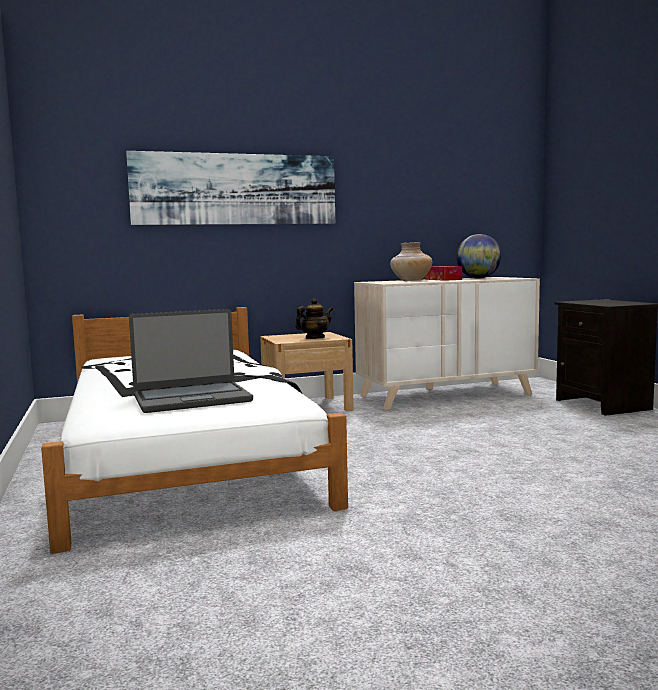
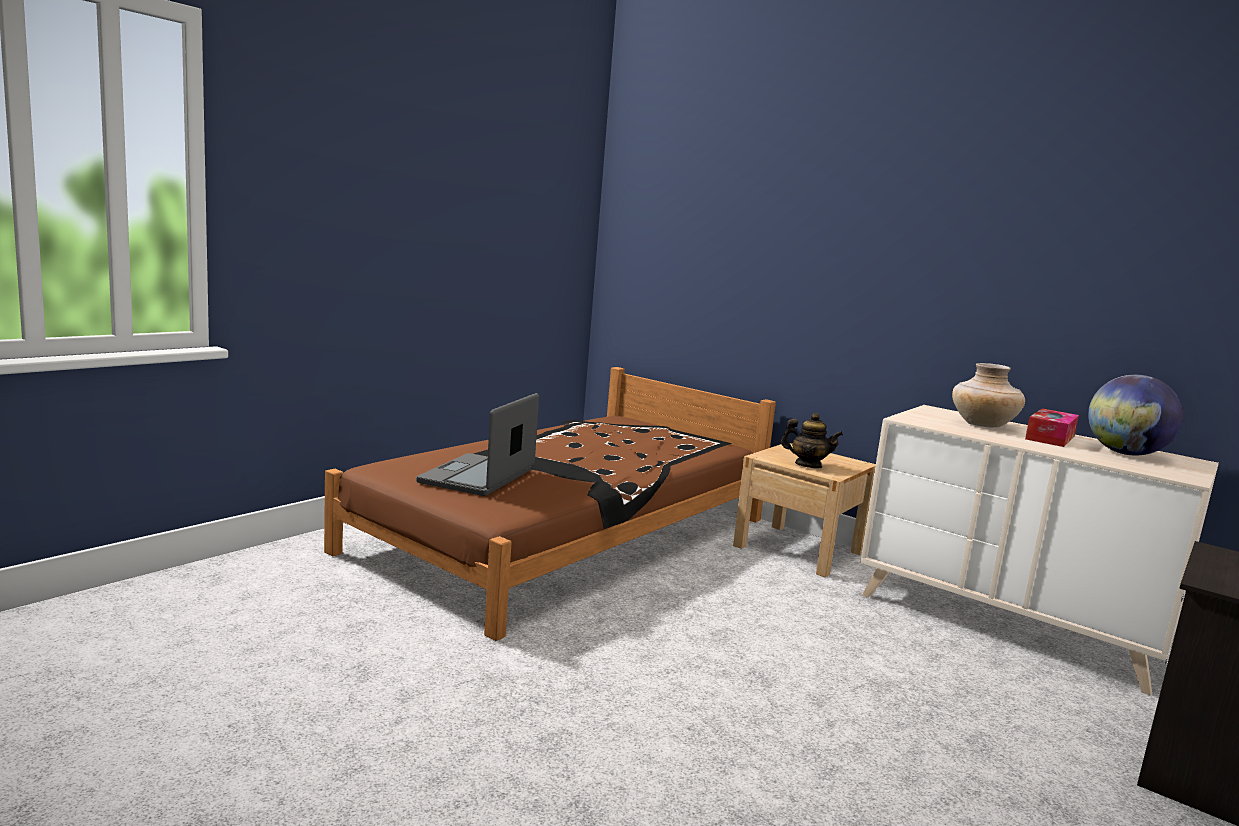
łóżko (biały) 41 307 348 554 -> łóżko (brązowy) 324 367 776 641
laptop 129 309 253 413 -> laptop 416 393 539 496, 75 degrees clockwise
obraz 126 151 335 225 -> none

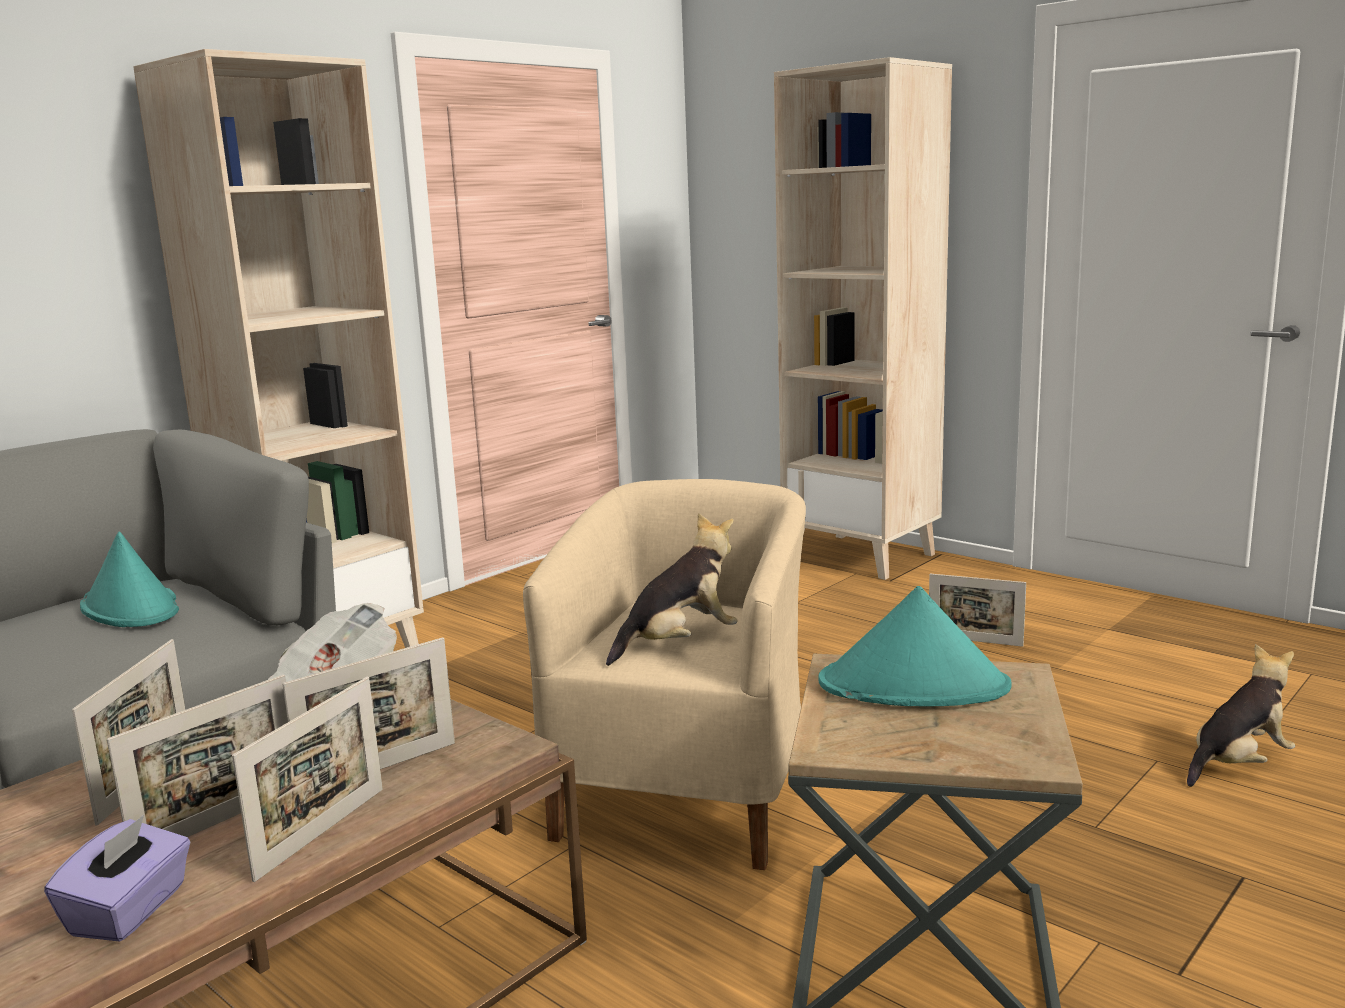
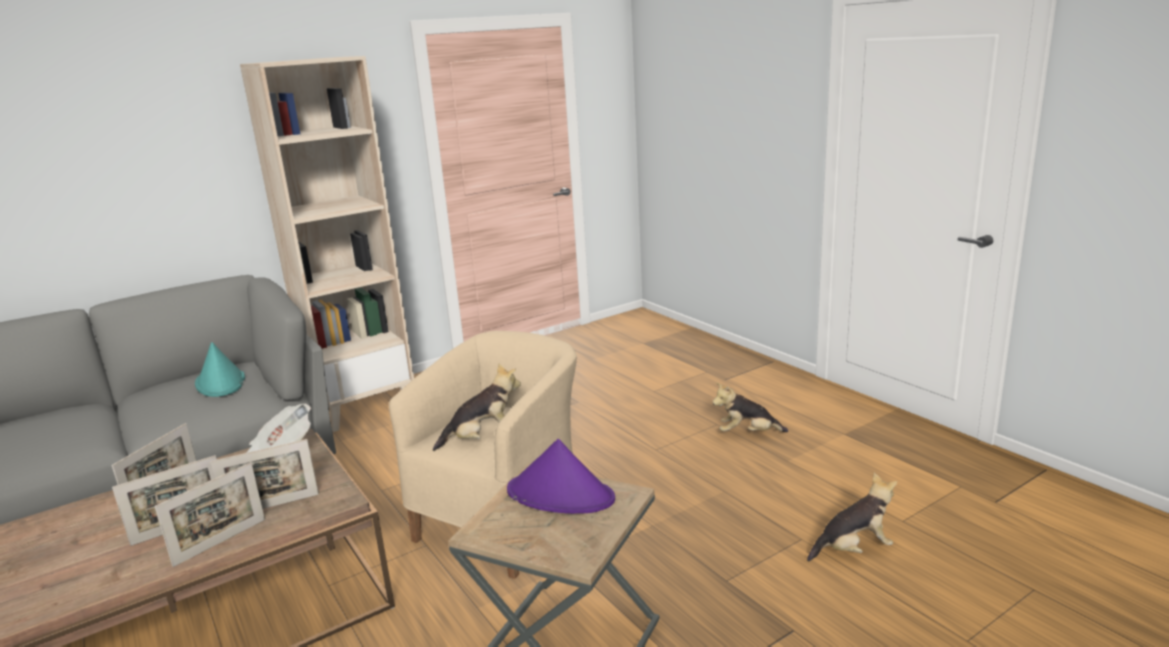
kapelusz (turkusowy) 818 586 1012 706 -> kapelusz (fioletowy) 507 439 615 514
ramka na zdjęcie 929 574 1026 647 -> pluszak 712 382 788 432
pudełko chusteczek (fioletowy) 44 815 190 942 -> none
regał (beżowy) 774 57 952 580 -> none

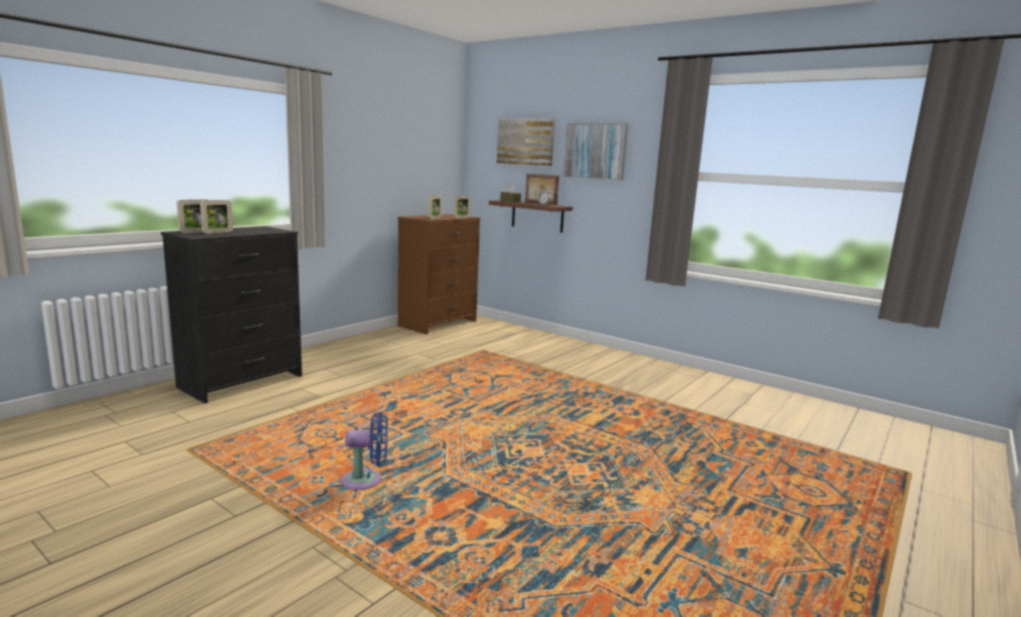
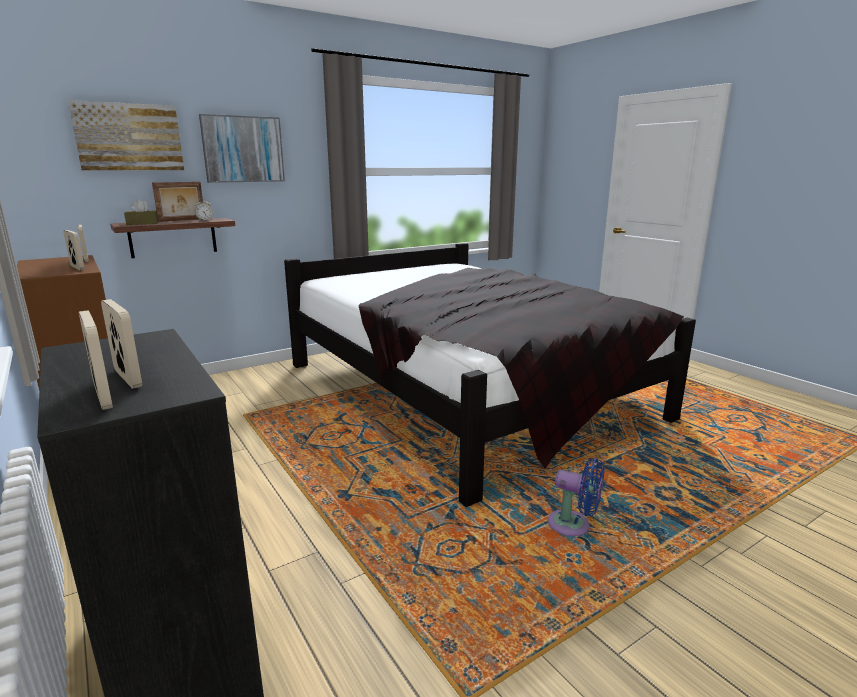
none -> łóżko (czarny) 284 243 696 507
wentylator (niebieski) 342 412 388 490 -> wentylator (niebieski) 548 458 604 536, 105 degrees clockwise

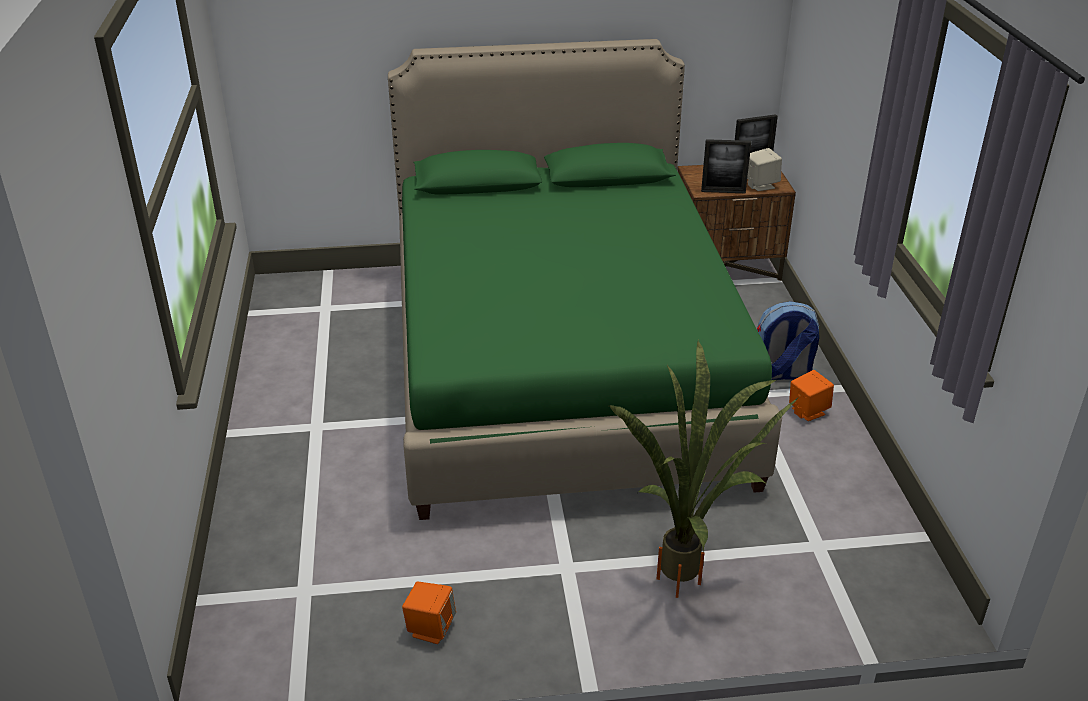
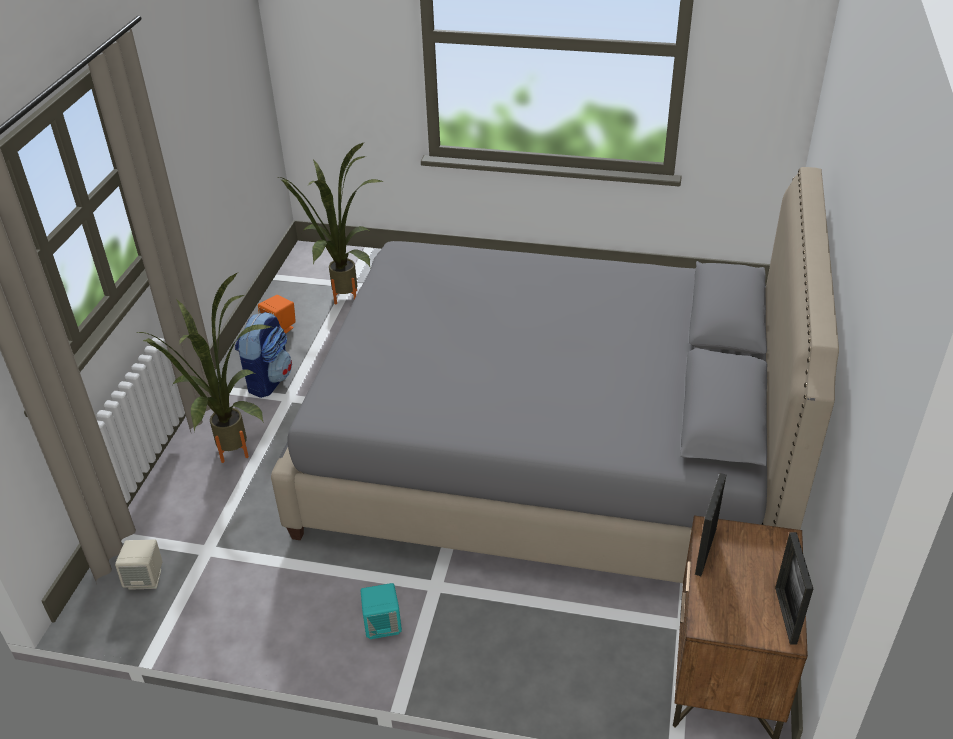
głośnik (beżowy) 747 148 782 191 -> głośnik (beżowy) 115 539 162 590, shifted
plecak 757 301 819 380 -> plecak 235 312 292 398, shifted
łóżko (zielony) 388 39 782 520 -> łóżko (szary) 271 167 839 583
none -> roślina doniczkowa 279 143 384 305
głośnik (pomarańczowy) 789 370 834 421 -> głośnik (turkusowy) 361 583 402 639

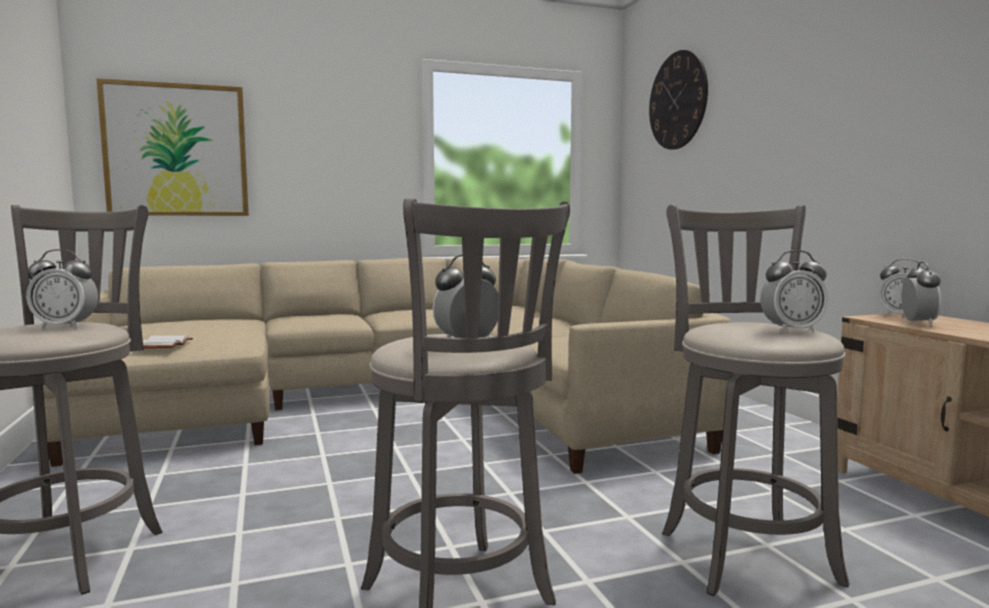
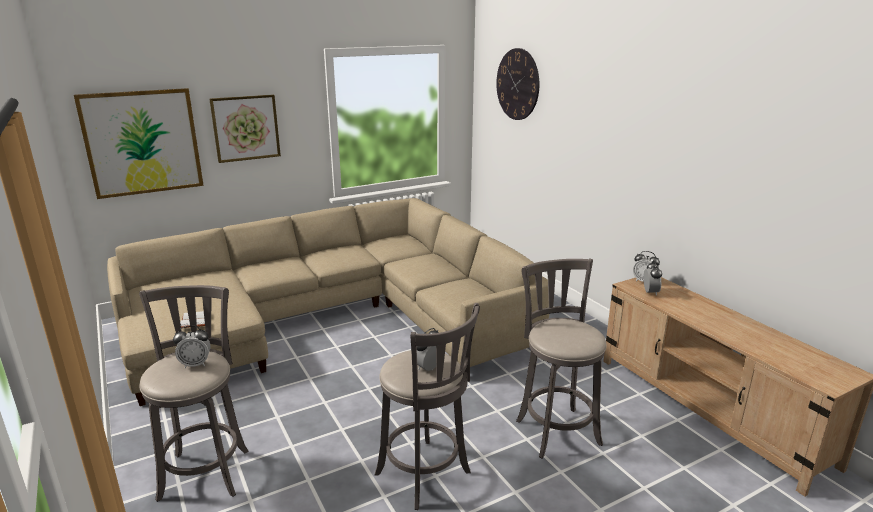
none -> obraz 209 94 281 163
budzik 760 250 828 333 -> none

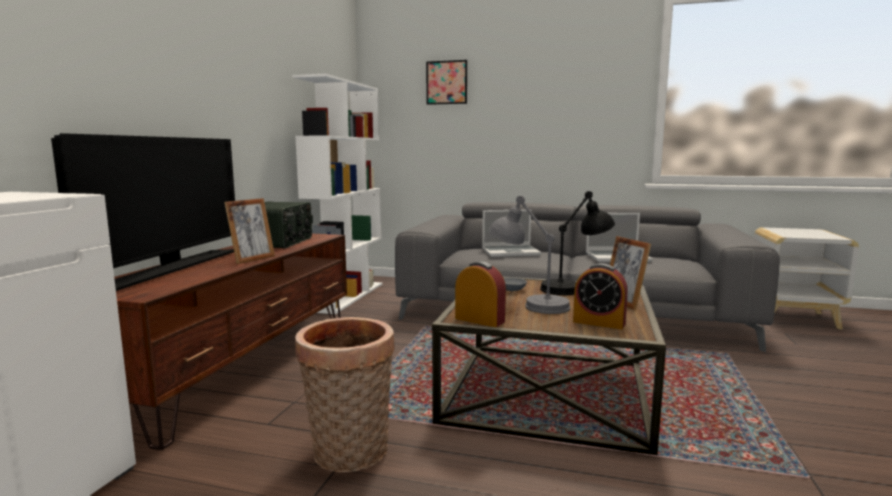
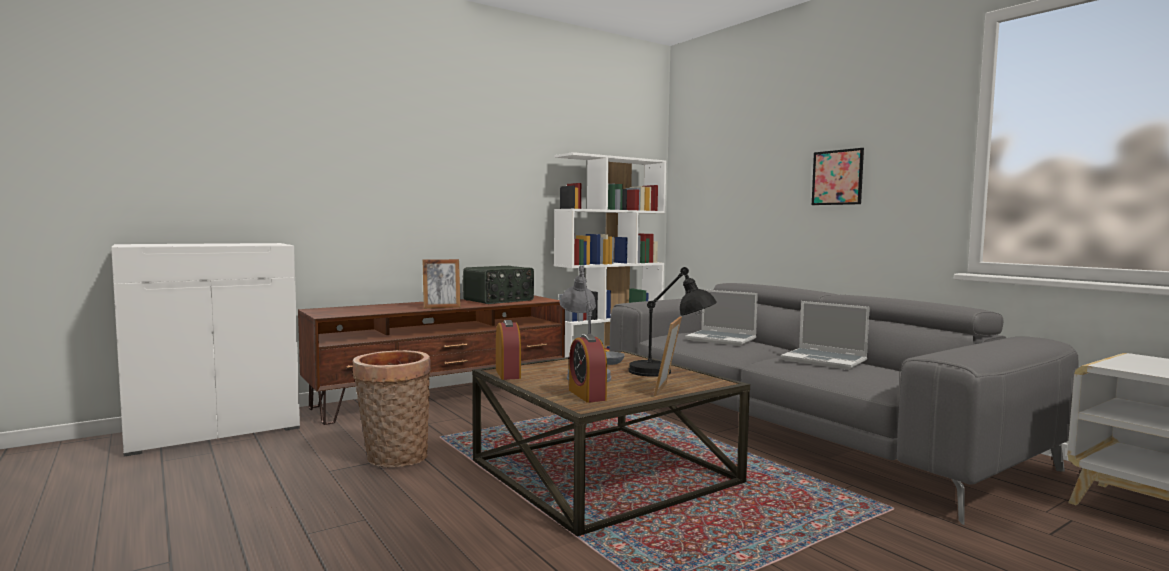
obraz 426 60 467 105 -> obraz 812 148 864 205, shifted
telewizor 51 133 235 291 -> none

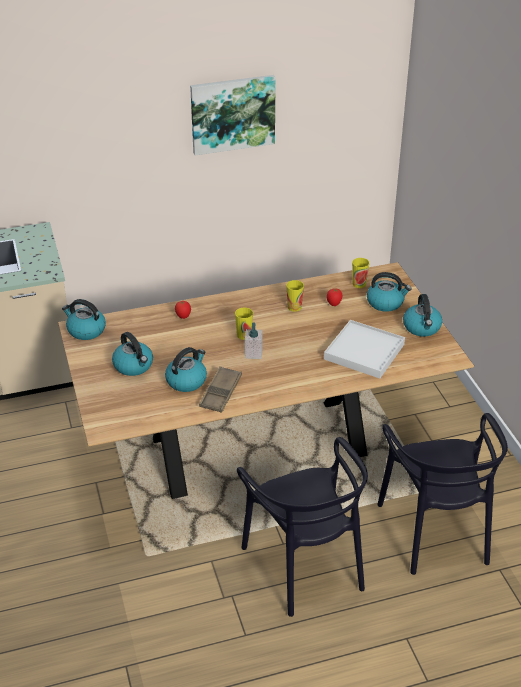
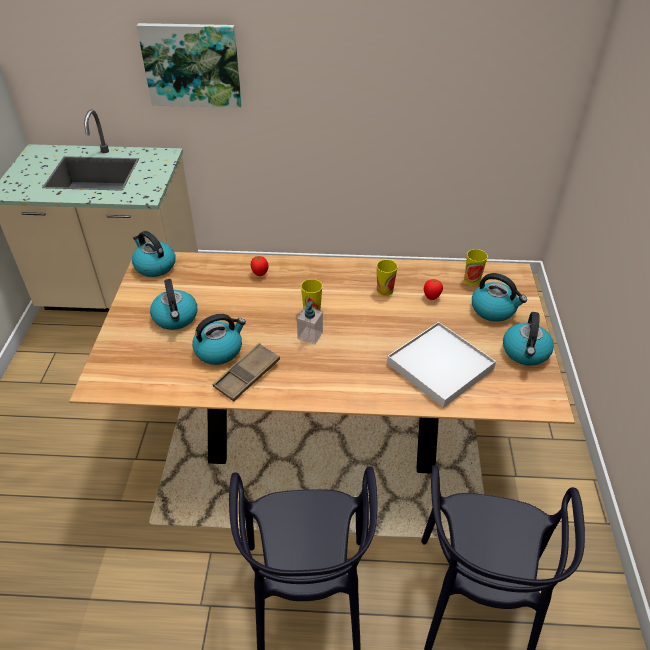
obraz 190 75 276 155 -> obraz 137 23 242 108, shifted

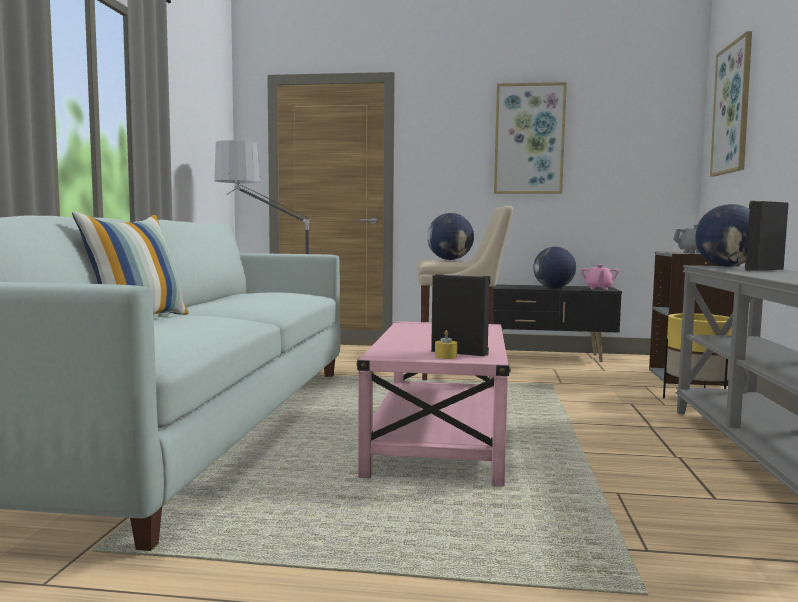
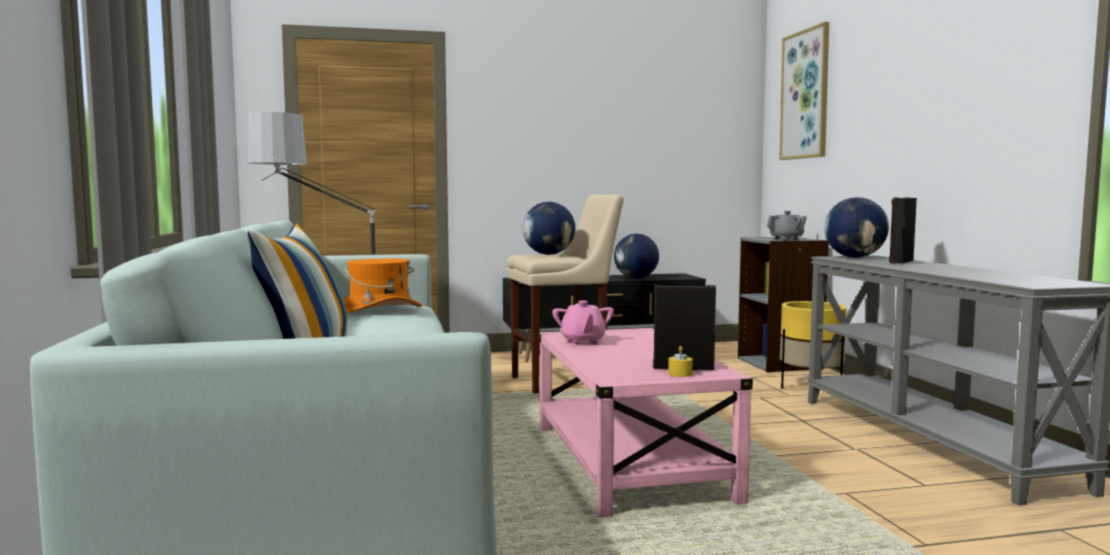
none -> kapelusz (pomarańczowy) 343 258 422 313
imbryk (różowy) 581 264 619 290 -> imbryk (różowy) 552 301 614 345, shifted
obraz 494 82 567 194 -> none

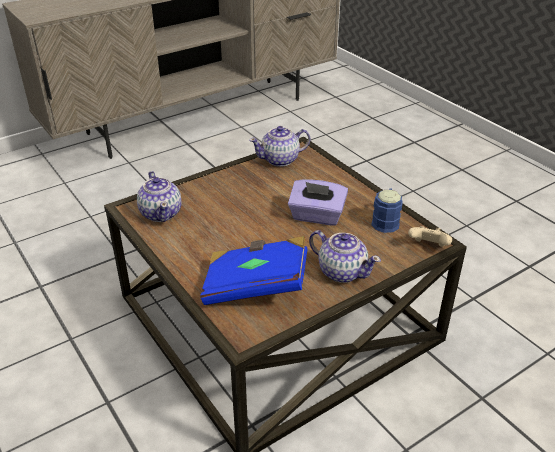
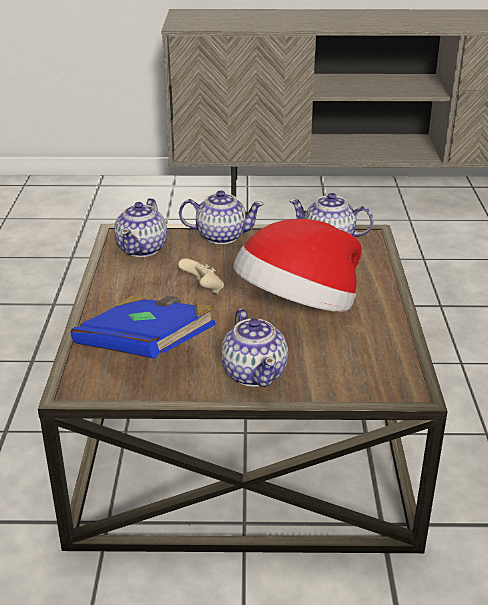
pad do gier (beżowy) 408 226 452 247 -> pad do gier (beżowy) 178 258 224 294, shifted
none -> imbryk 179 190 264 244
pudełko chusteczek (fioletowy) 288 179 348 226 -> kapelusz 233 219 362 312
kubek (niebieski) 371 188 403 233 -> none

